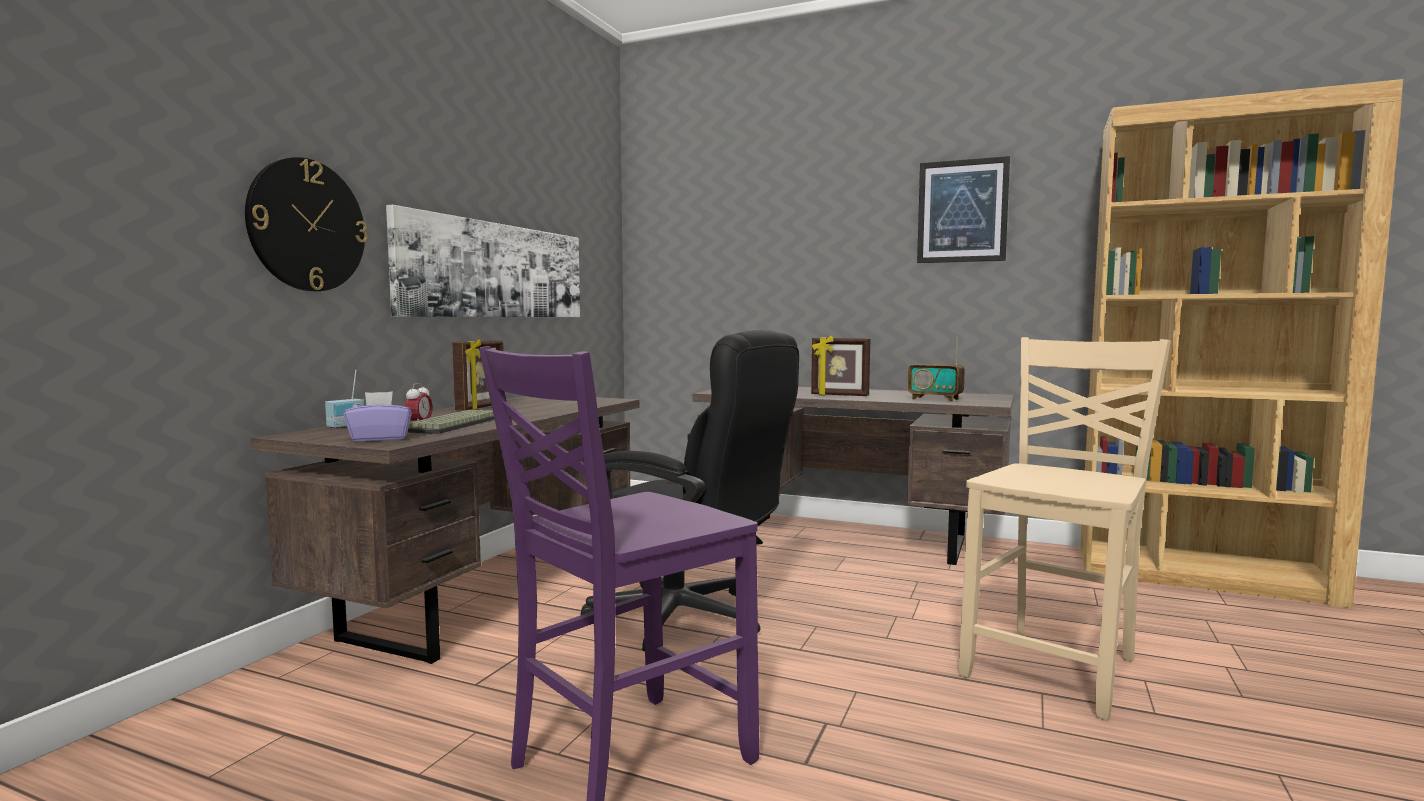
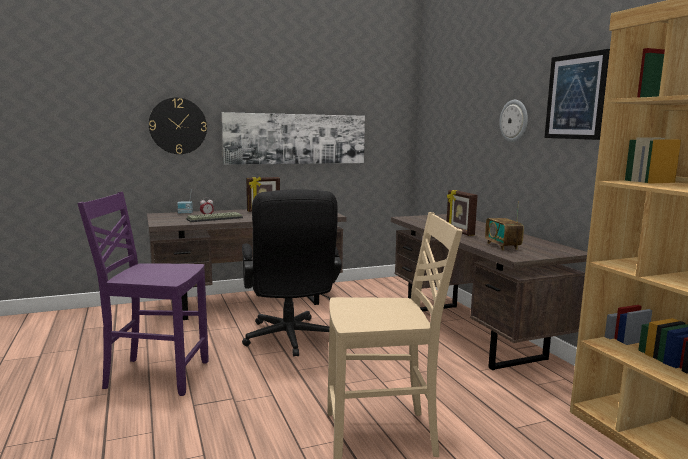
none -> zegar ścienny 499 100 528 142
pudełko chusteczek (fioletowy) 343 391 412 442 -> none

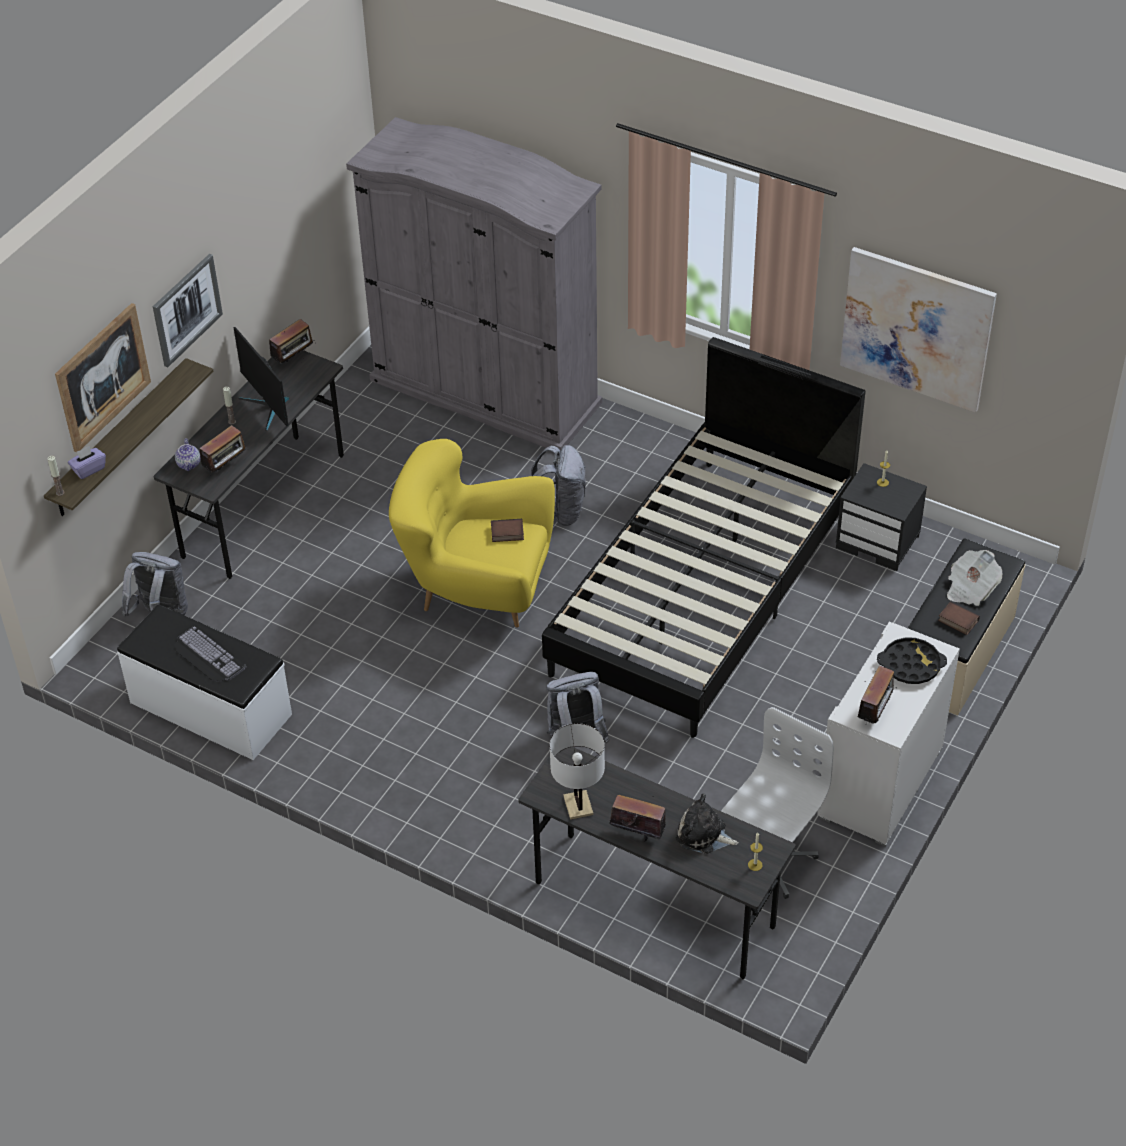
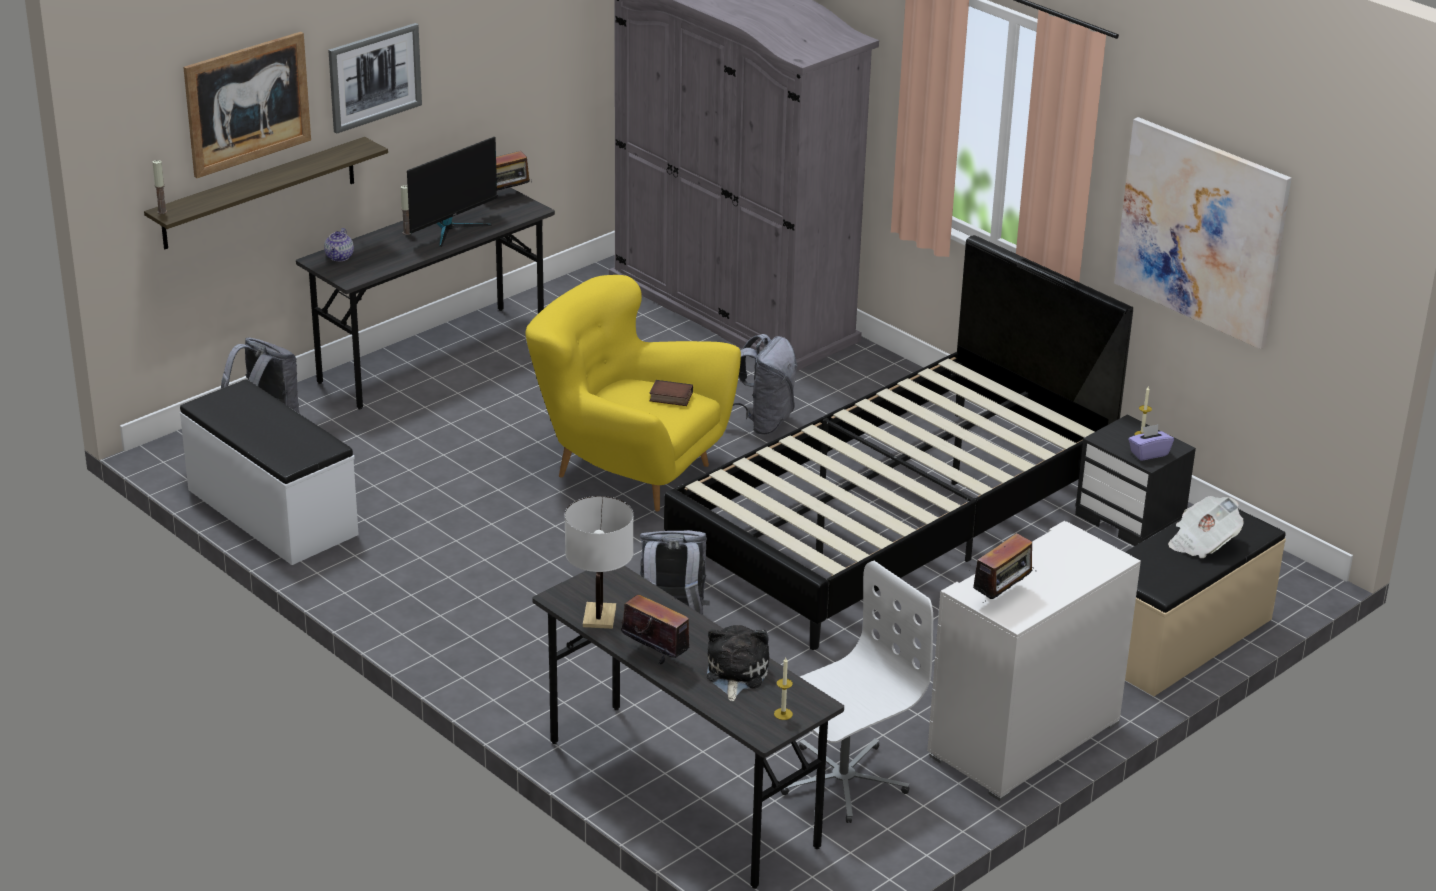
monitor 234 327 289 431 -> monitor 407 137 498 247, 120 degrees counterclockwise
pluszak 676 794 739 854 -> pluszak 707 625 769 701, 60 degrees clockwise
pudełko chusteczek (fioletowy) 68 446 106 479 -> pudełko chusteczek (fioletowy) 1128 424 1174 461, shifted
klawiatura 175 626 246 682 -> none
radio 199 425 249 473 -> none
taca (czarny) 877 637 947 684 -> none
książka 938 601 980 635 -> none

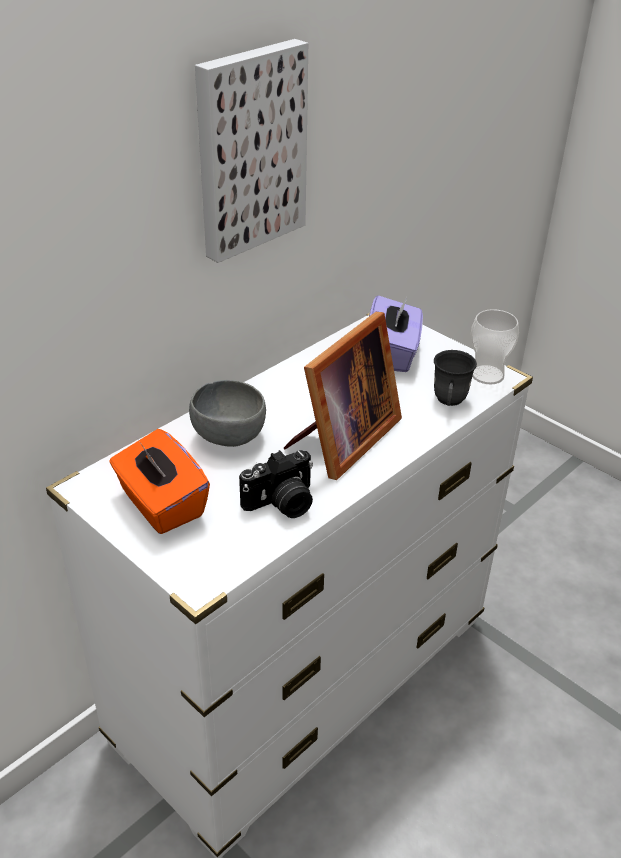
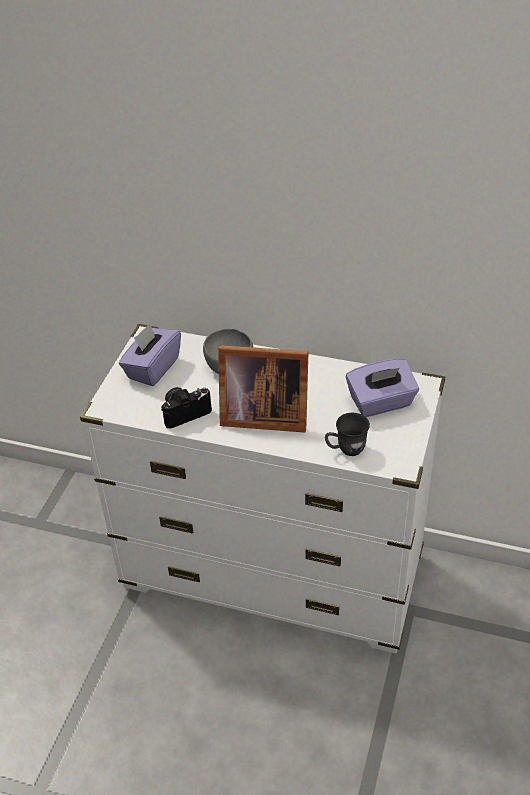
pudełko chusteczek (pomarańczowy) 109 429 210 534 -> pudełko chusteczek (fioletowy) 119 323 181 386
aparat fotograficzny 239 450 313 518 -> aparat fotograficzny 161 387 212 428, 120 degrees clockwise
obraz 195 39 308 263 -> none
filiżanka 471 309 519 384 -> none

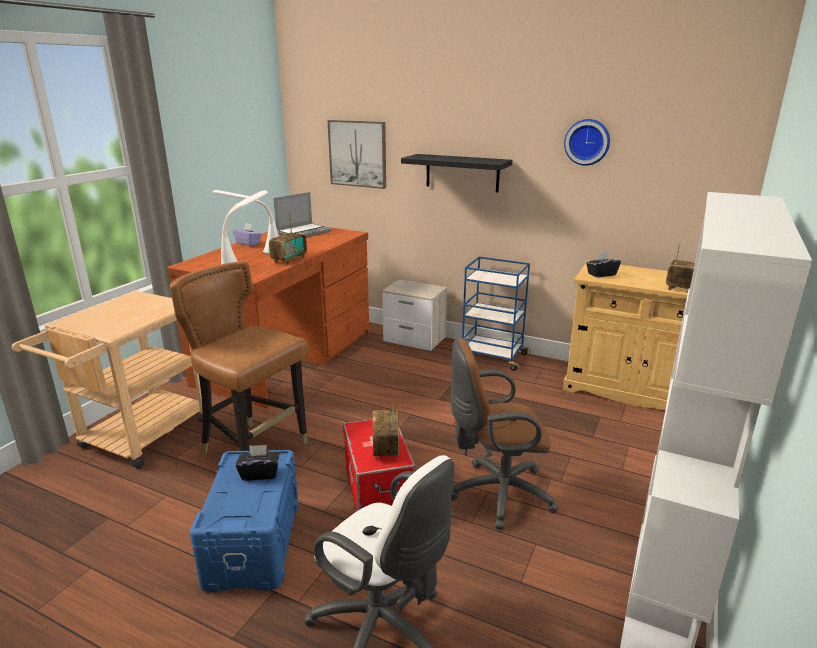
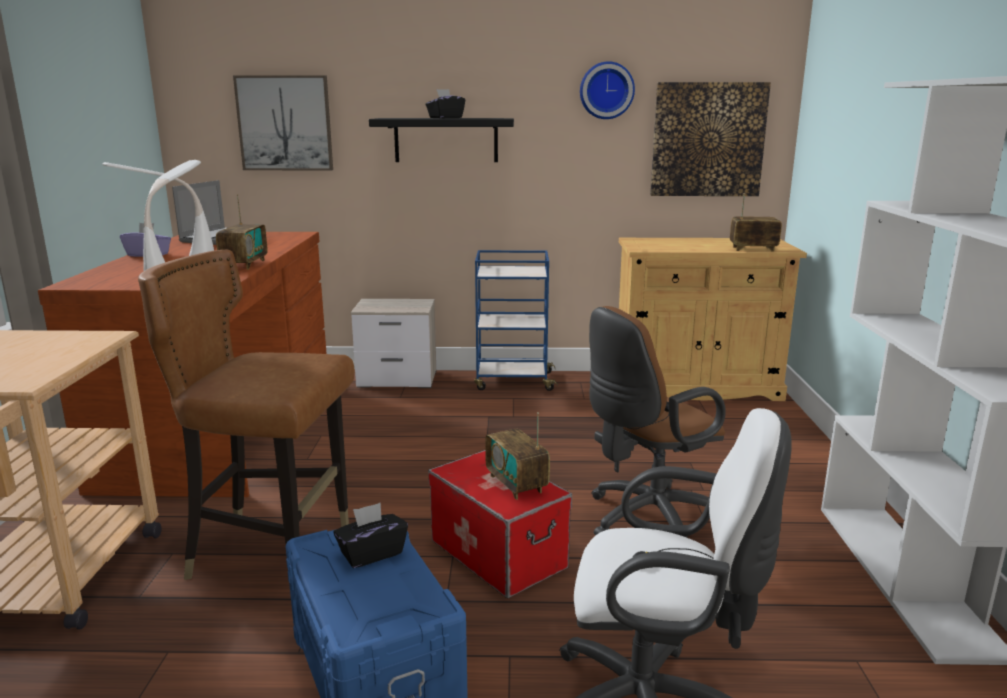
pudełko chusteczek (czarny) 586 252 621 277 -> pudełko chusteczek (czarny) 425 89 465 118, shifted
none -> obraz 650 82 771 196

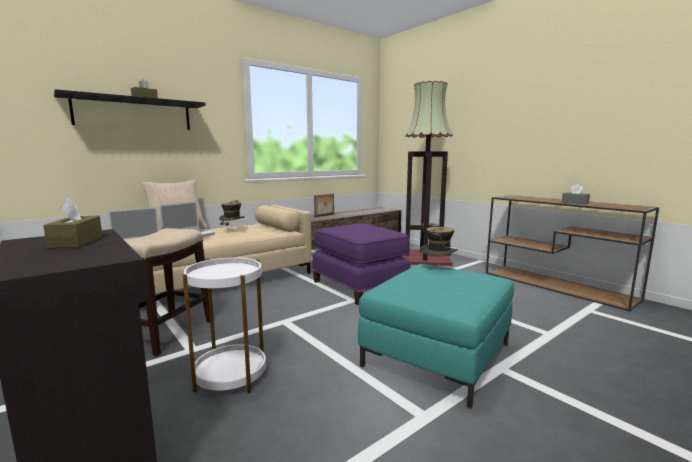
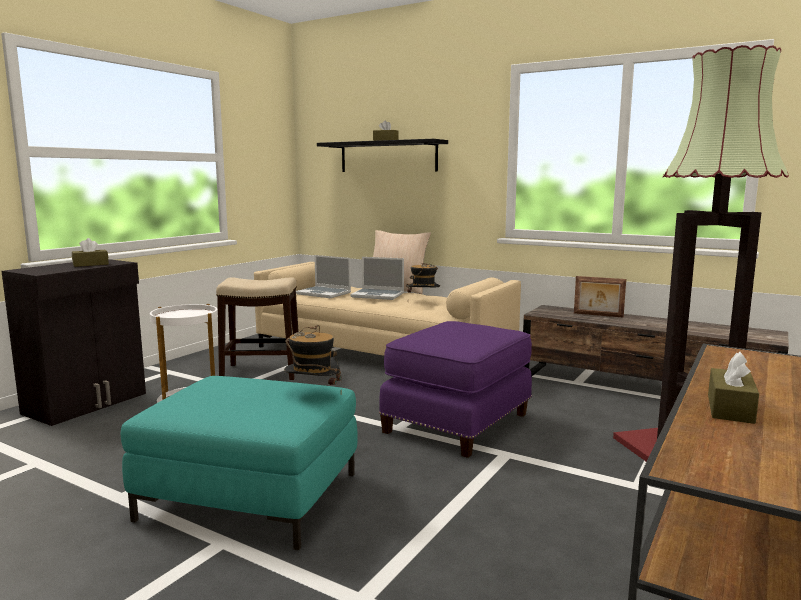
pudełko chusteczek (szary) 562 184 590 204 -> pudełko chusteczek (brązowy) 708 352 759 424

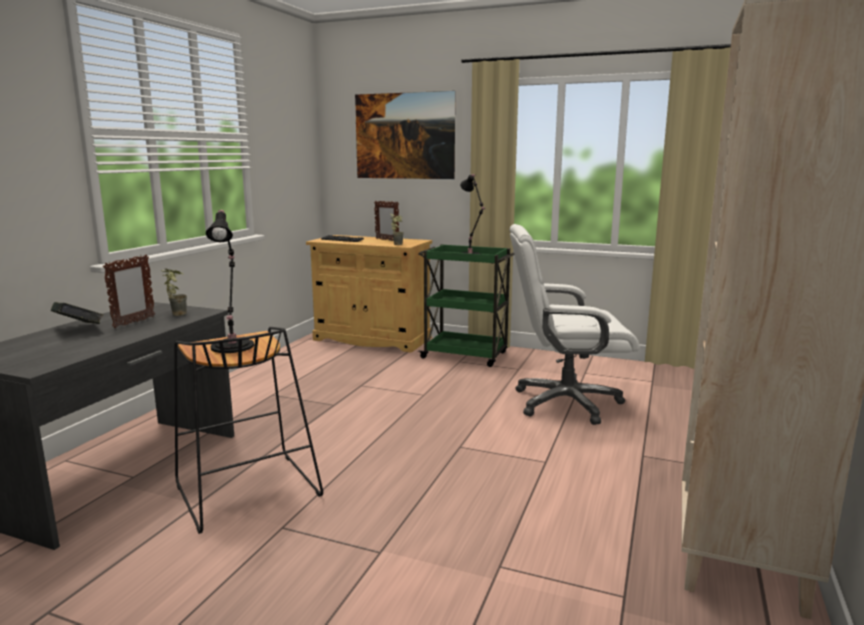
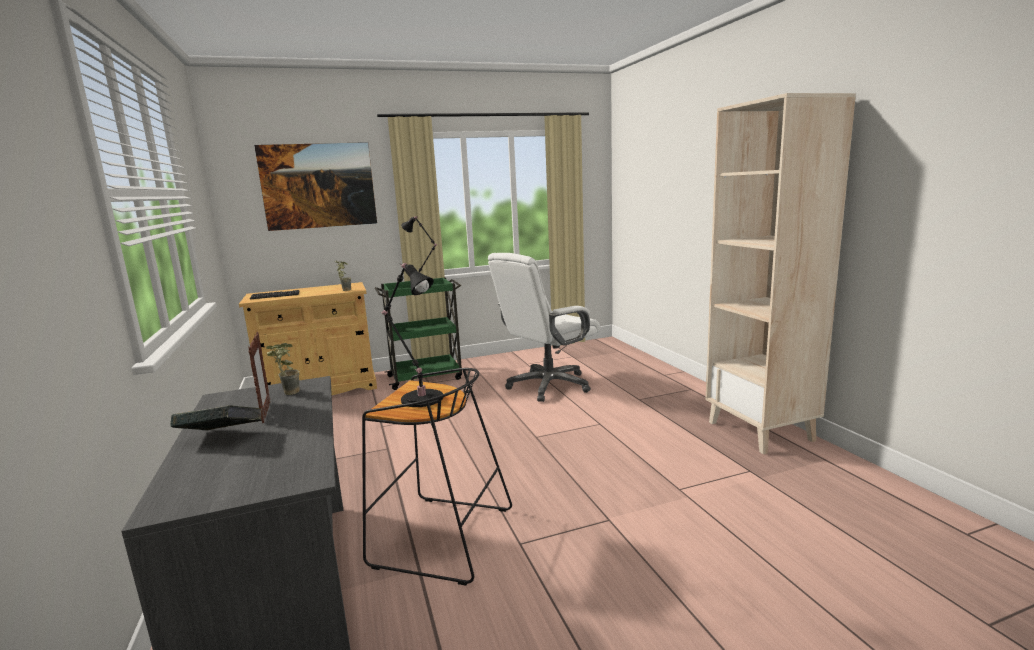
ramka na zdjęcie 374 201 399 241 -> none

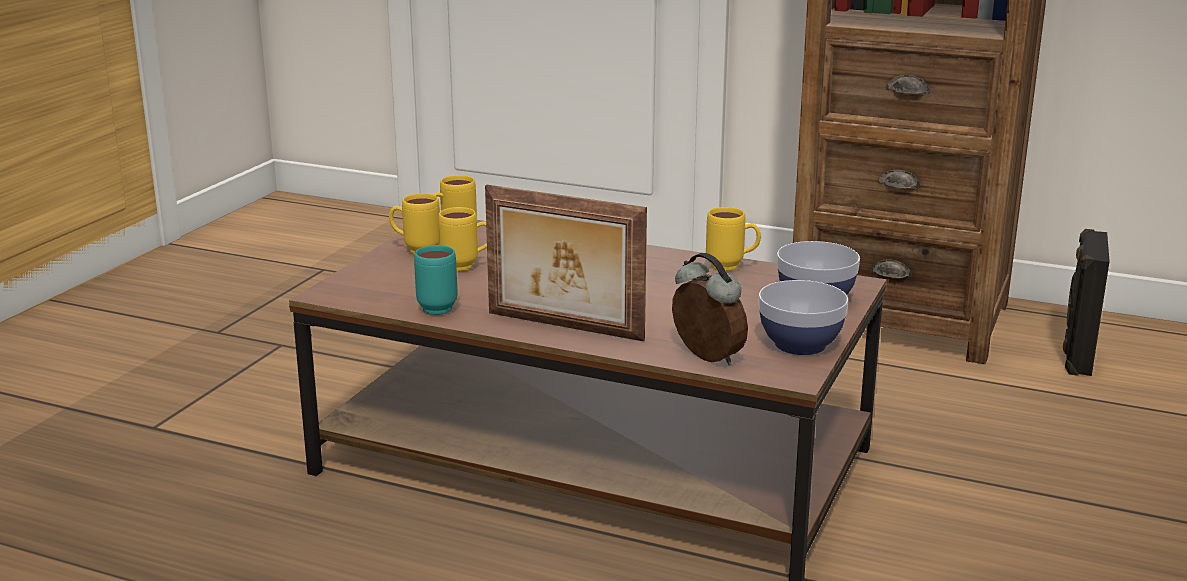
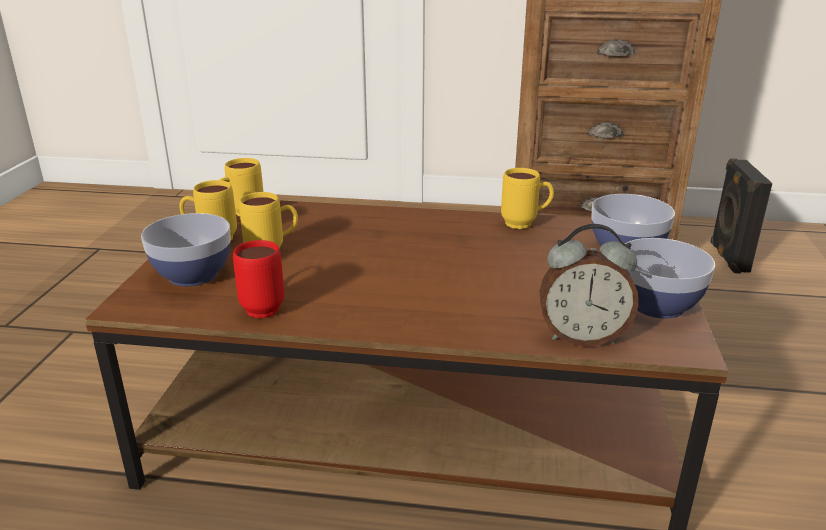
none -> miska 141 213 231 286
kubek (turkusowy) 414 245 457 315 -> kubek (czerwony) 233 240 284 318
budzik 672 253 748 365 -> budzik 539 224 638 346, 150 degrees clockwise
ramka na zdjęcie 485 185 647 341 -> none

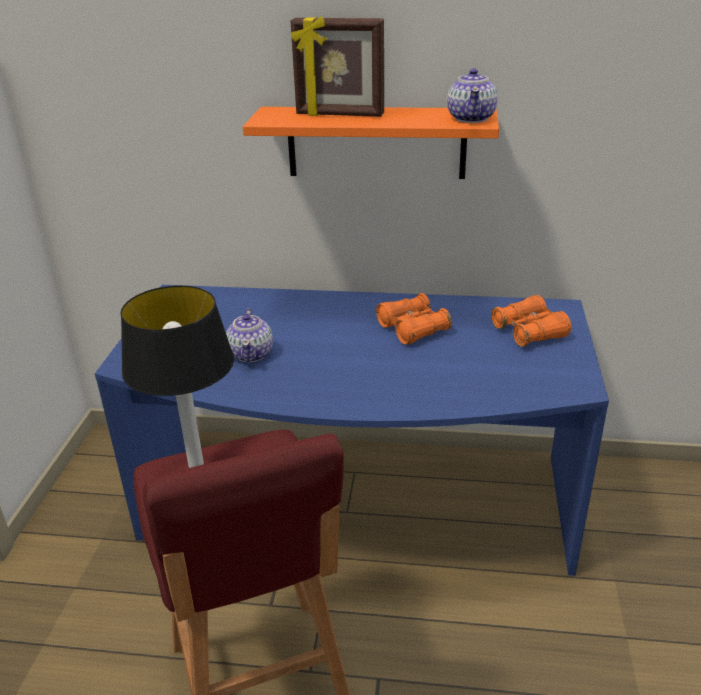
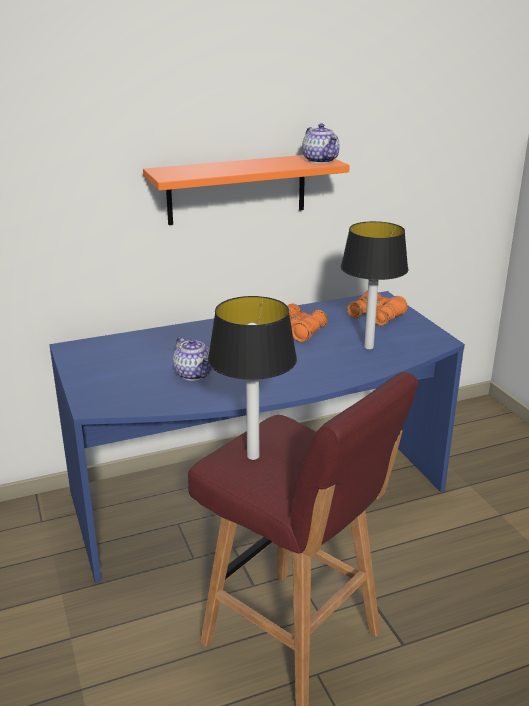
none -> lampa stołowa 341 221 408 350
ramka na zdjęcie 291 16 384 117 -> none

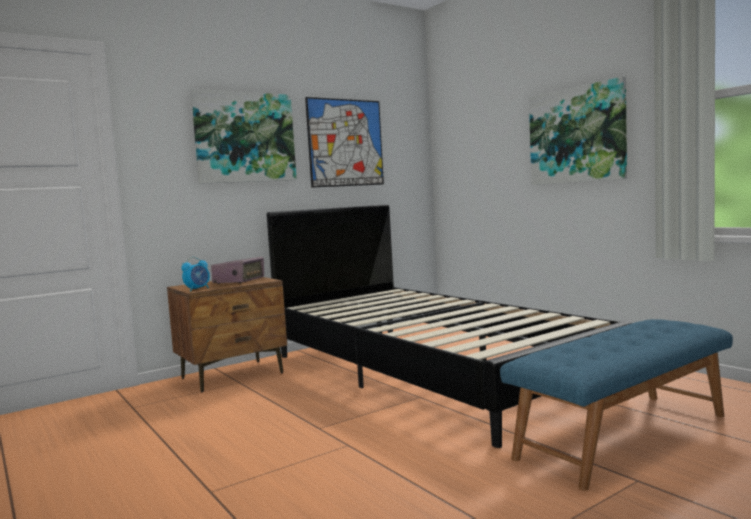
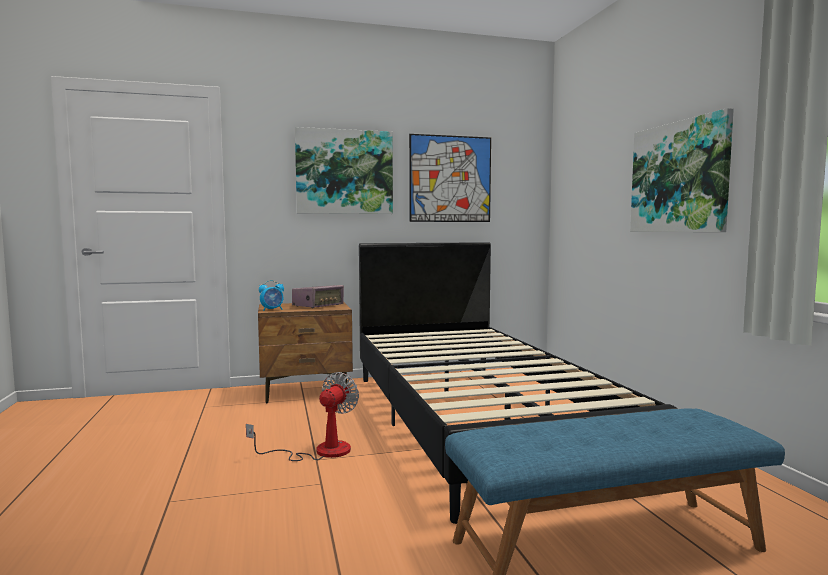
none -> wentylator 246 372 359 461

